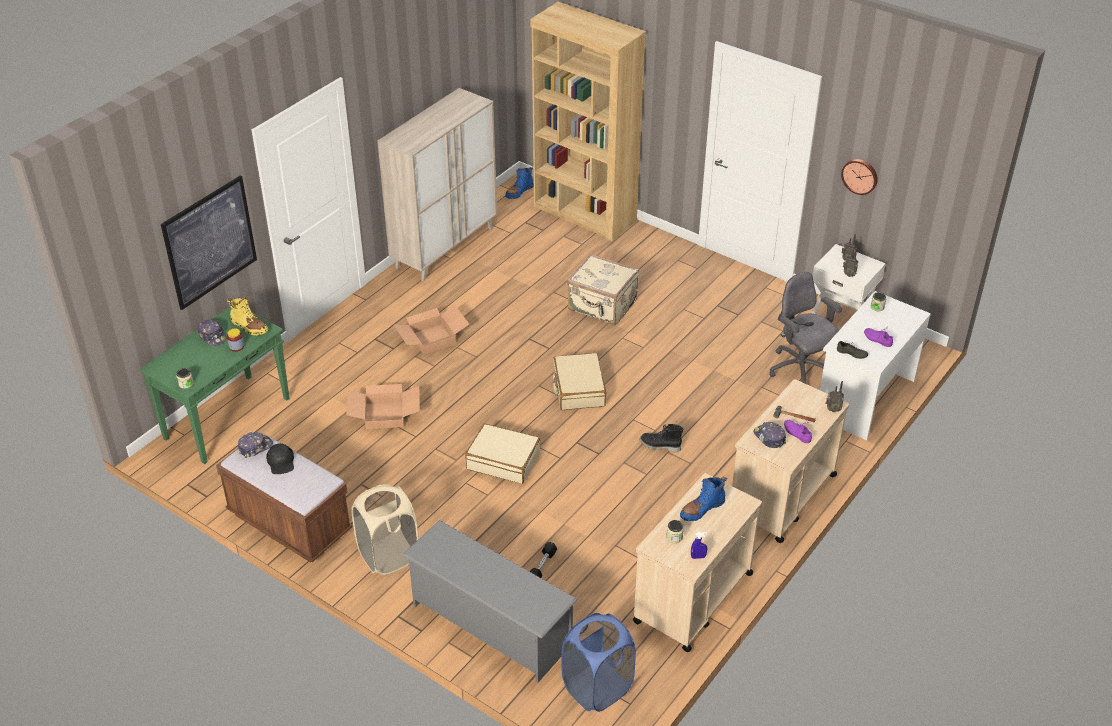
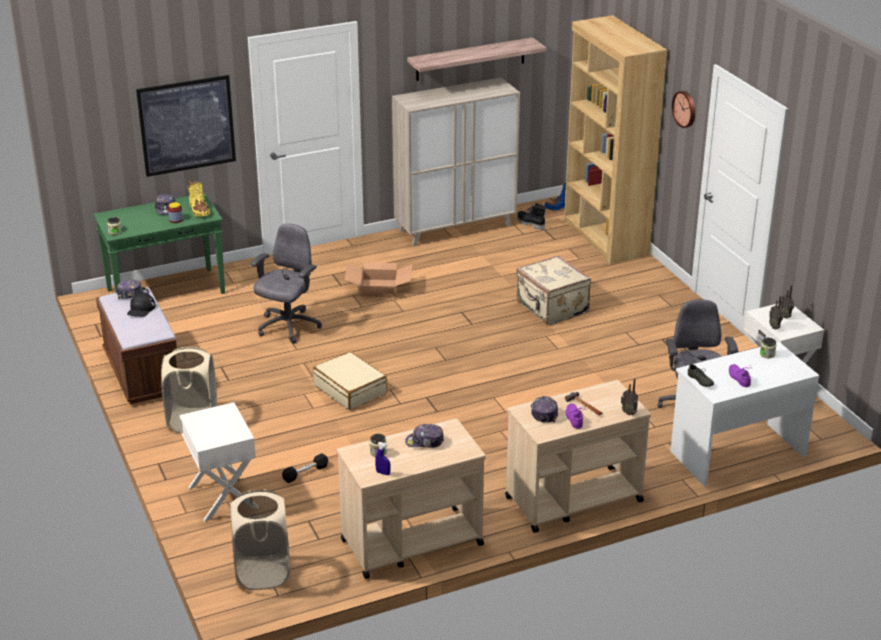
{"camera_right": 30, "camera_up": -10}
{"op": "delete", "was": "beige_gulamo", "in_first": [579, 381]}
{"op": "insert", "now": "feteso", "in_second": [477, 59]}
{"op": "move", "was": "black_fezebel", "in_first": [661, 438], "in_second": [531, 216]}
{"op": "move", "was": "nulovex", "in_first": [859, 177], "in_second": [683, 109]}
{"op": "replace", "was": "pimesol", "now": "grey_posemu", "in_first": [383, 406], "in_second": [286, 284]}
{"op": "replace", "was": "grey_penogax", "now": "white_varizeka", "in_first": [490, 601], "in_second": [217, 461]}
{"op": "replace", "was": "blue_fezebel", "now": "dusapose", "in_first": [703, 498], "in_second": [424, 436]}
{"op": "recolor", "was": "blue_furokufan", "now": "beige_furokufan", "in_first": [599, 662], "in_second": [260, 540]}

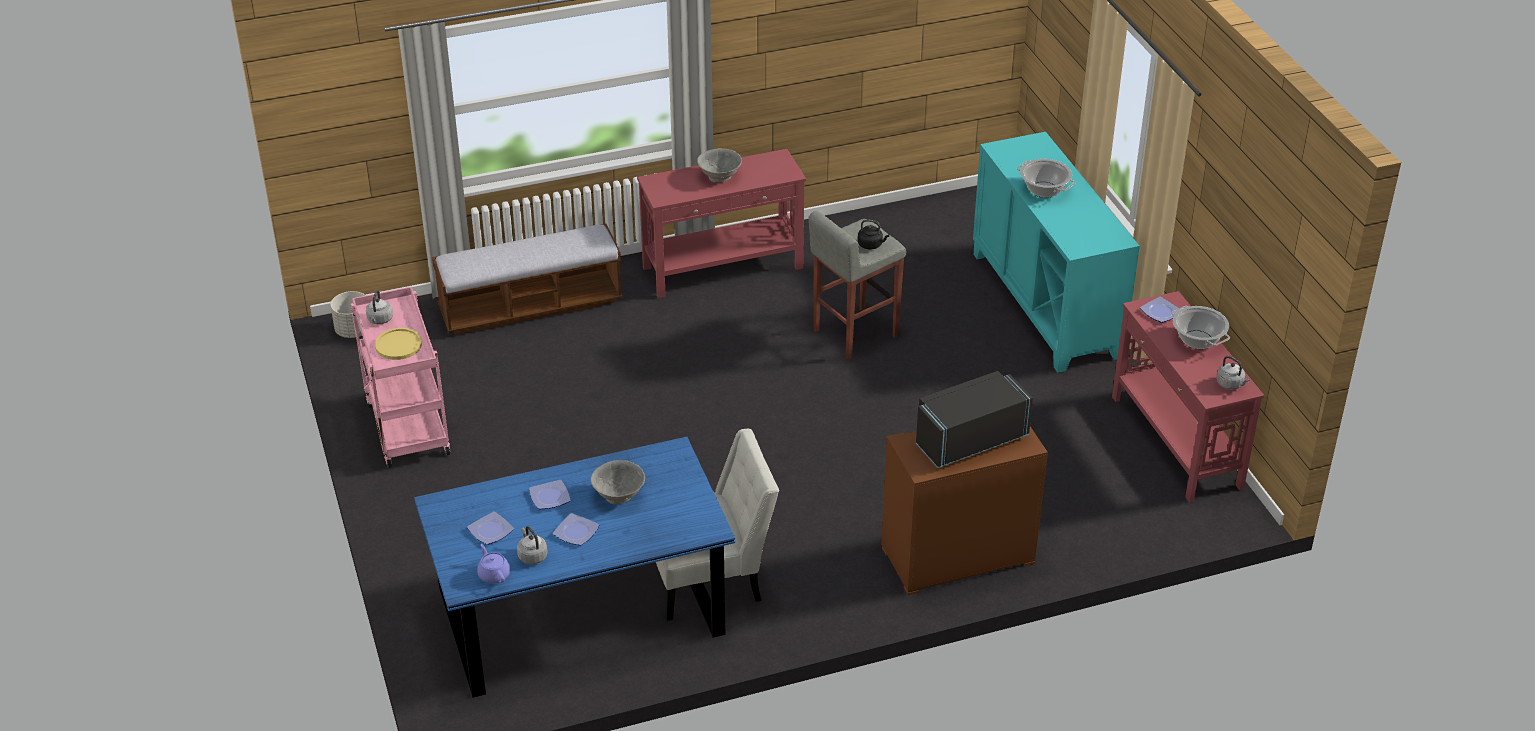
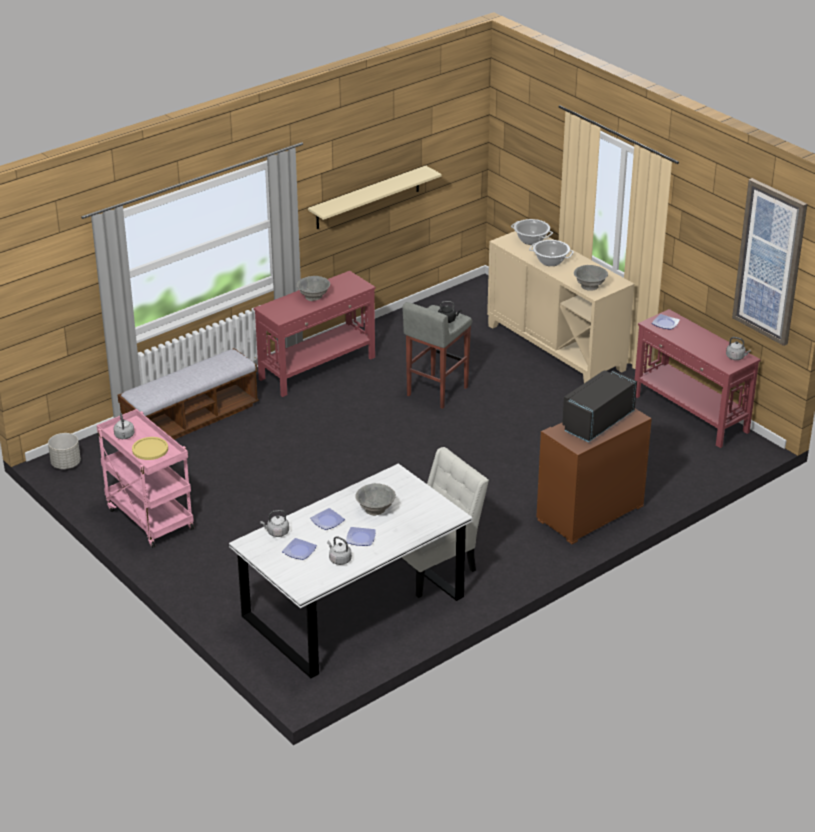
{"camera_right": -20, "camera_up": -5}
{"op": "delete", "was": "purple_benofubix", "in_first": [493, 564]}
{"op": "insert", "now": "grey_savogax", "in_second": [274, 523]}
{"op": "insert", "now": "beige_feteso", "in_second": [375, 197]}
{"op": "insert", "now": "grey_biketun", "in_second": [591, 278]}
{"op": "insert", "now": "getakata", "in_second": [769, 262]}
{"op": "move", "was": "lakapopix", "in_first": [1200, 327], "in_second": [532, 232]}
{"op": "recolor", "was": "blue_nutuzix", "now": "white_nutuzix", "in_first": [574, 567], "in_second": [351, 570]}
{"op": "recolor", "was": "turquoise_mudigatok", "now": "beige_mudigatok", "in_first": [1056, 252], "in_second": [560, 307]}

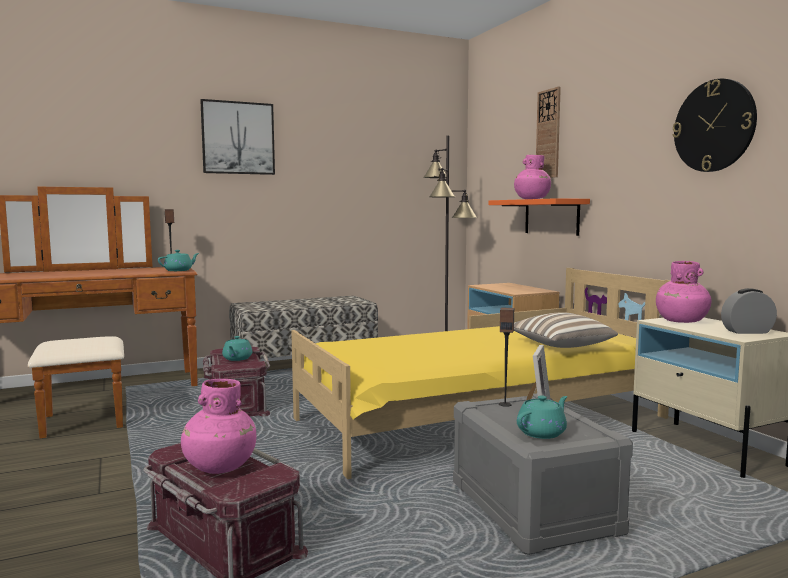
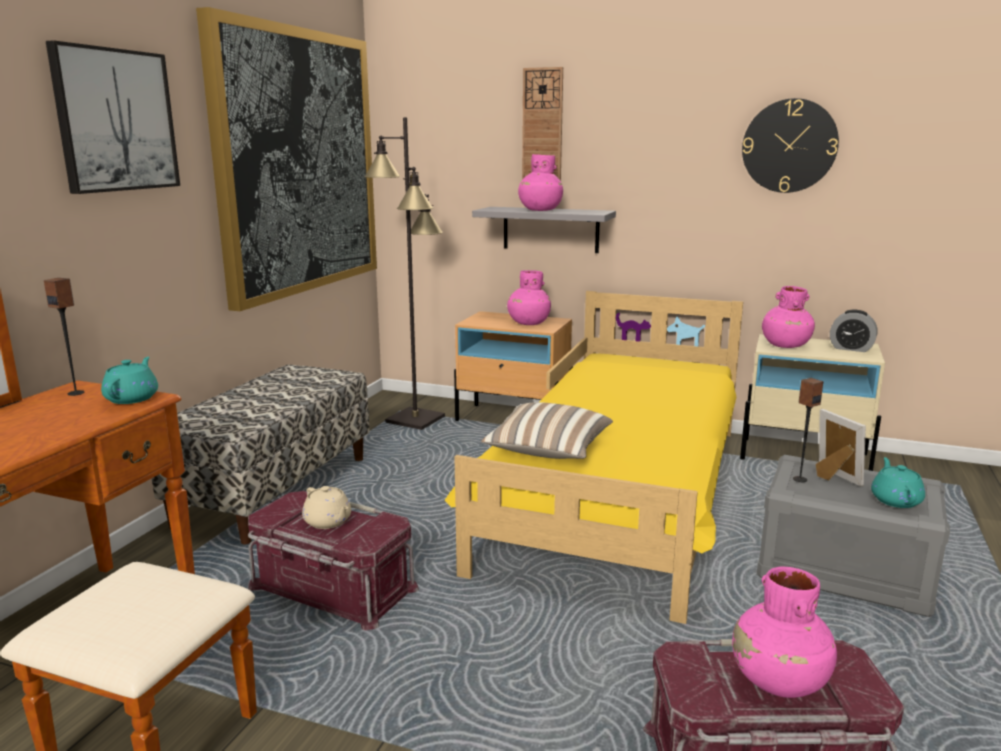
{"camera_right": -45, "camera_up": 10}
{"op": "insert", "now": "getakata", "in_second": [286, 159]}
{"op": "insert", "now": "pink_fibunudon", "in_second": [529, 297]}
{"op": "move", "was": "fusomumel", "in_first": [566, 330], "in_second": [547, 430]}
{"op": "recolor", "was": "turquoise_benofubix", "now": "beige_benofubix", "in_first": [237, 348], "in_second": [326, 507]}
{"op": "recolor", "was": "orange_feteso", "now": "grey_feteso", "in_first": [539, 217], "in_second": [544, 230]}
{"op": "rotate", "was": "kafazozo", "in_first": [749, 311], "in_second": [853, 331], "clockwise": -105}

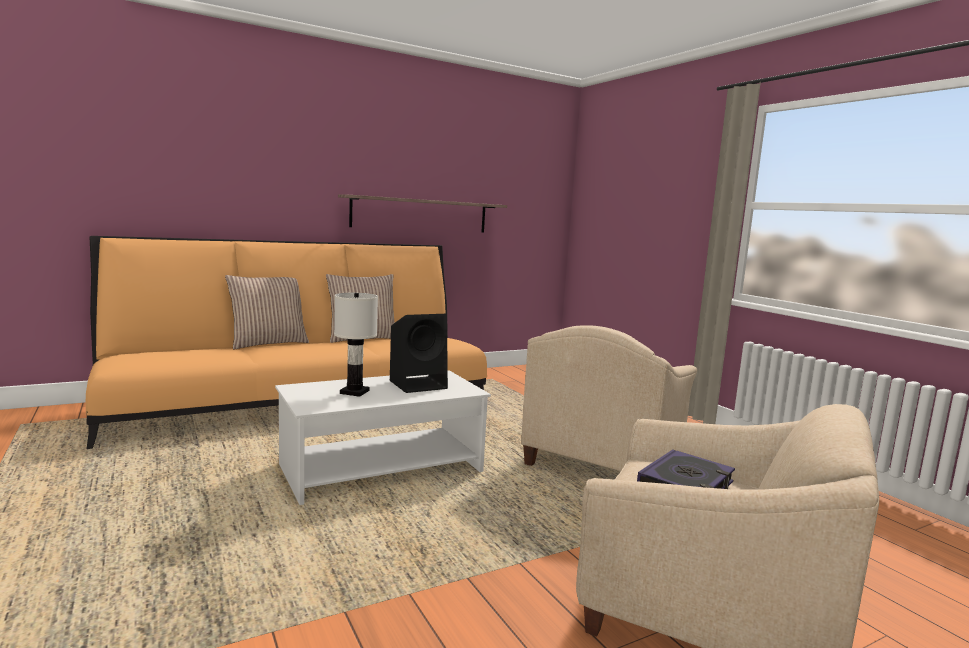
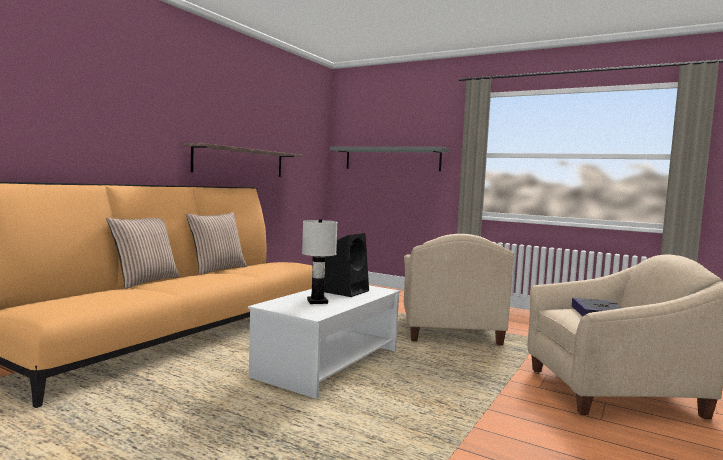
{"camera_right": -30, "camera_up": -5}
{"op": "insert", "now": "grey_feteso", "in_second": [390, 159]}

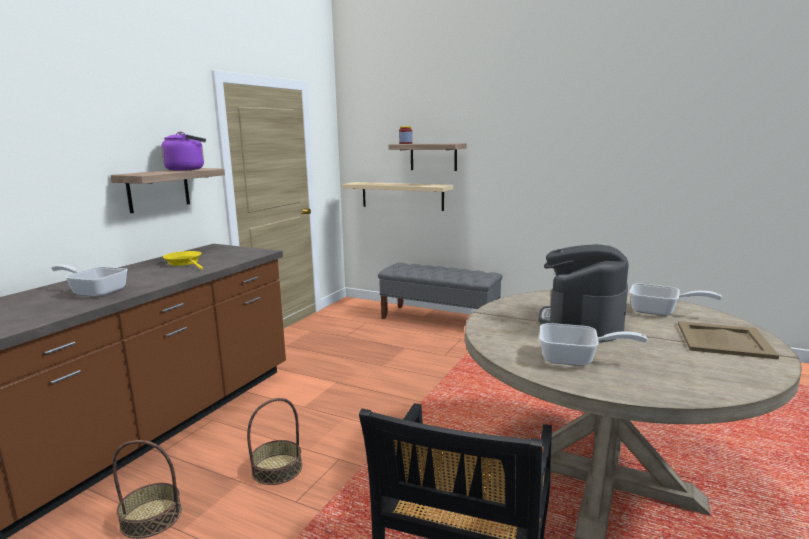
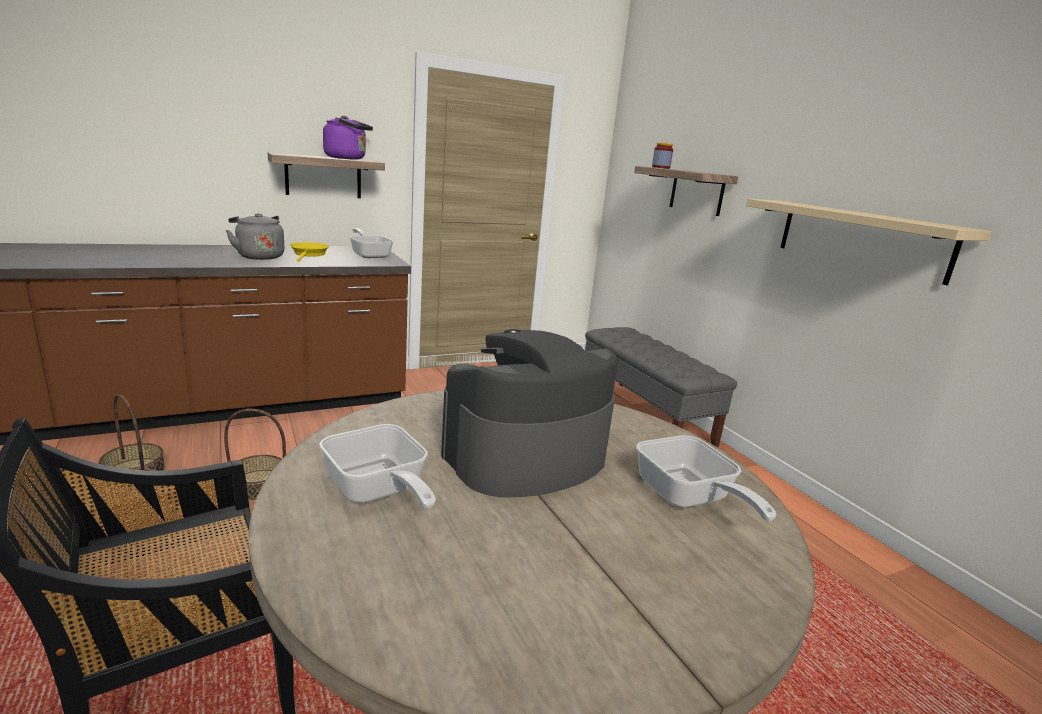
{"camera_right": 35, "camera_up": 5}
{"op": "delete", "was": "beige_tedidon", "in_first": [728, 340]}
{"op": "insert", "now": "grey_savogax", "in_second": [255, 236]}
{"op": "move", "was": "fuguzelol", "in_first": [89, 281], "in_second": [372, 243]}
{"op": "move", "was": "beige_feteso", "in_first": [397, 196], "in_second": [869, 242]}

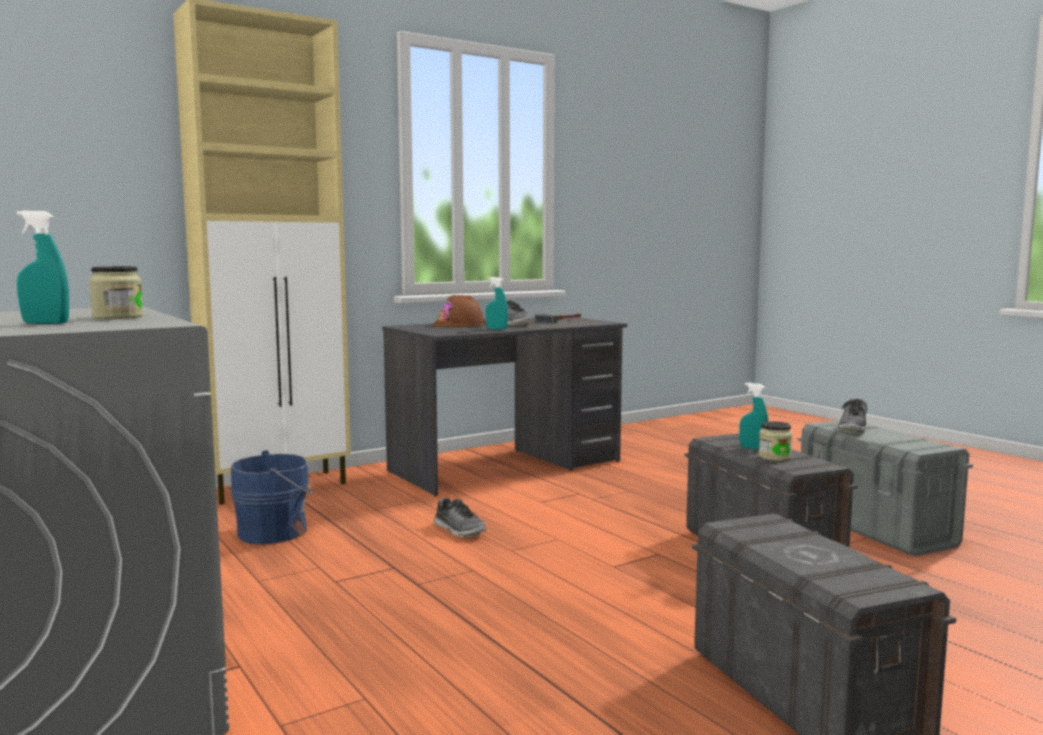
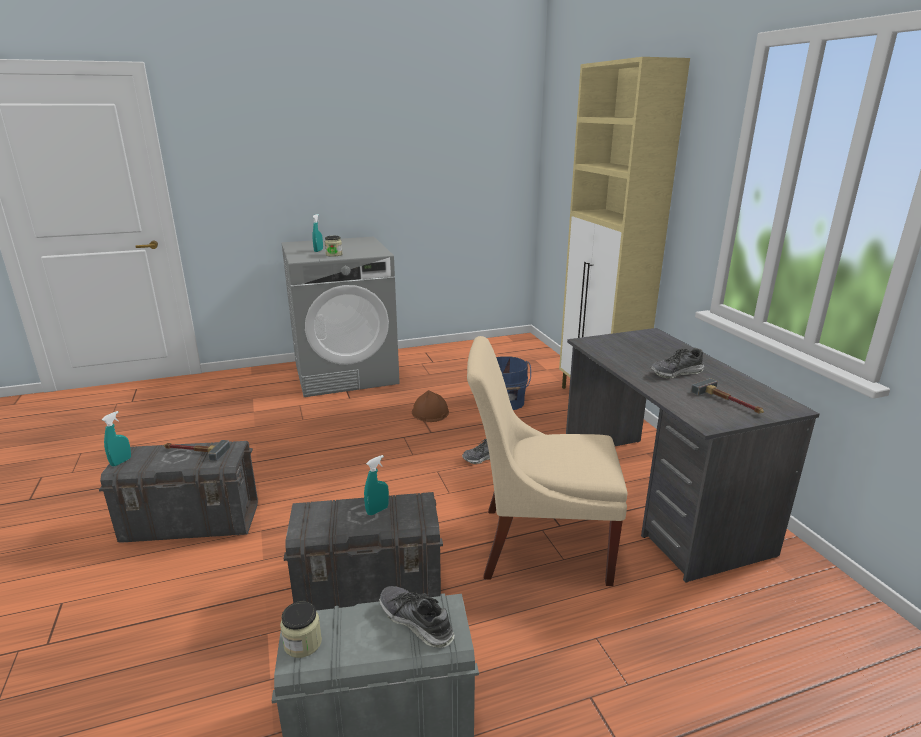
{"camera_right": 105, "camera_up": 15}
{"op": "insert", "now": "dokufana", "in_second": [197, 450]}
{"op": "insert", "now": "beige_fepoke", "in_second": [547, 461]}
{"op": "move", "was": "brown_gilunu", "in_first": [459, 311], "in_second": [430, 406]}
{"op": "move", "was": "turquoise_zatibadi", "in_first": [496, 303], "in_second": [116, 439]}
{"op": "move", "was": "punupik", "in_first": [775, 441], "in_second": [301, 629]}

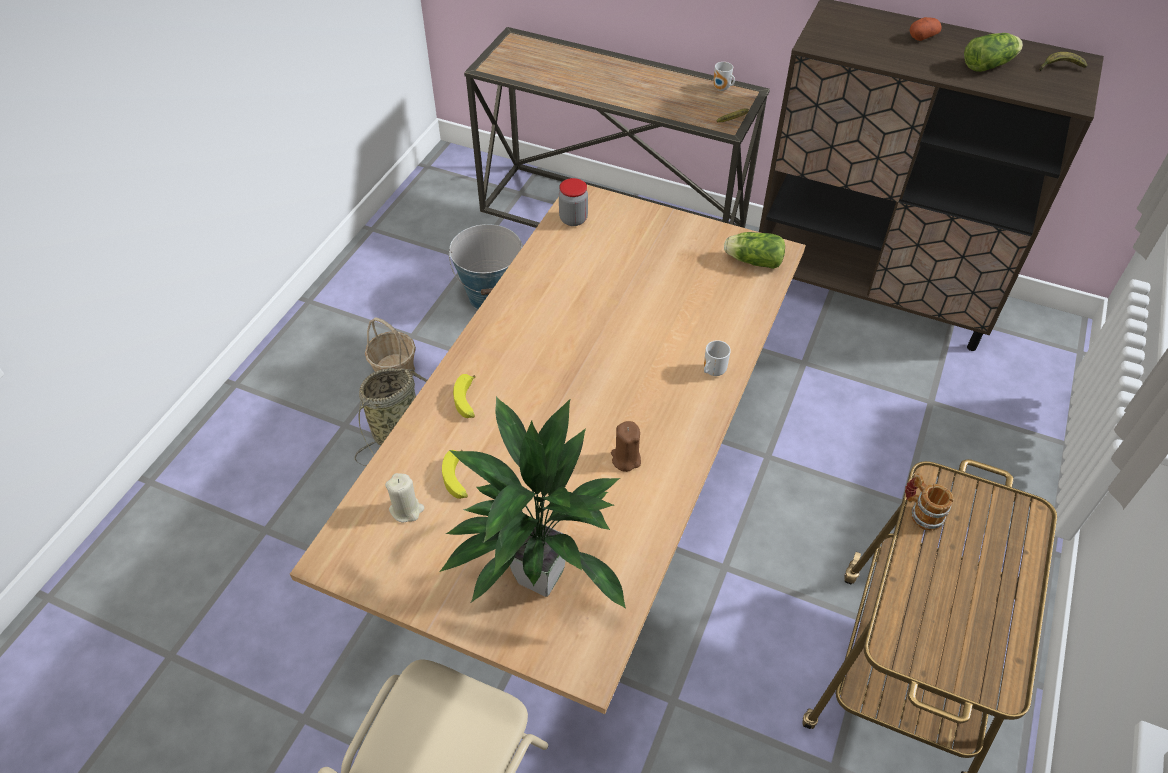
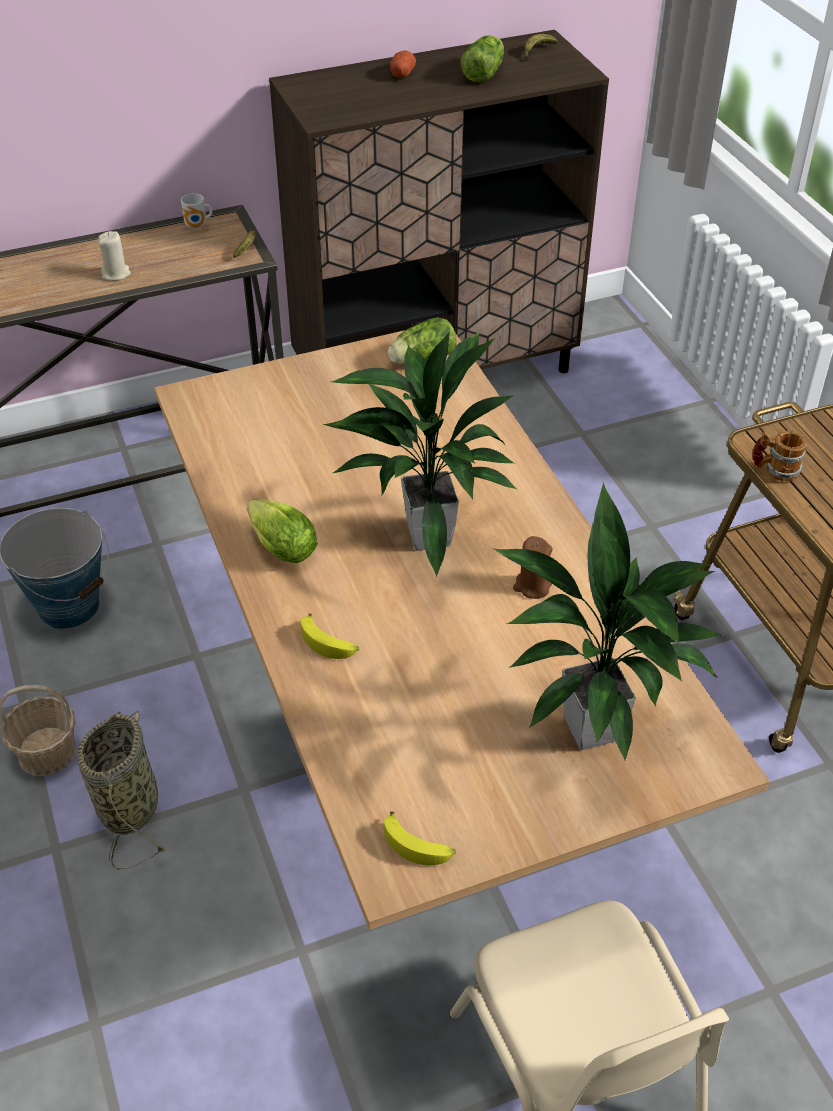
{"camera_right": -45, "camera_up": -5}
{"op": "delete", "was": "punupik", "in_first": [573, 202]}
{"op": "delete", "was": "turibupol", "in_first": [717, 358]}
{"op": "insert", "now": "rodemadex", "in_second": [282, 531]}
{"op": "insert", "now": "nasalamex", "in_second": [420, 454]}
{"op": "move", "was": "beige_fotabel", "in_first": [404, 498], "in_second": [114, 256]}
{"op": "move", "was": "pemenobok", "in_first": [455, 474], "in_second": [420, 838]}

